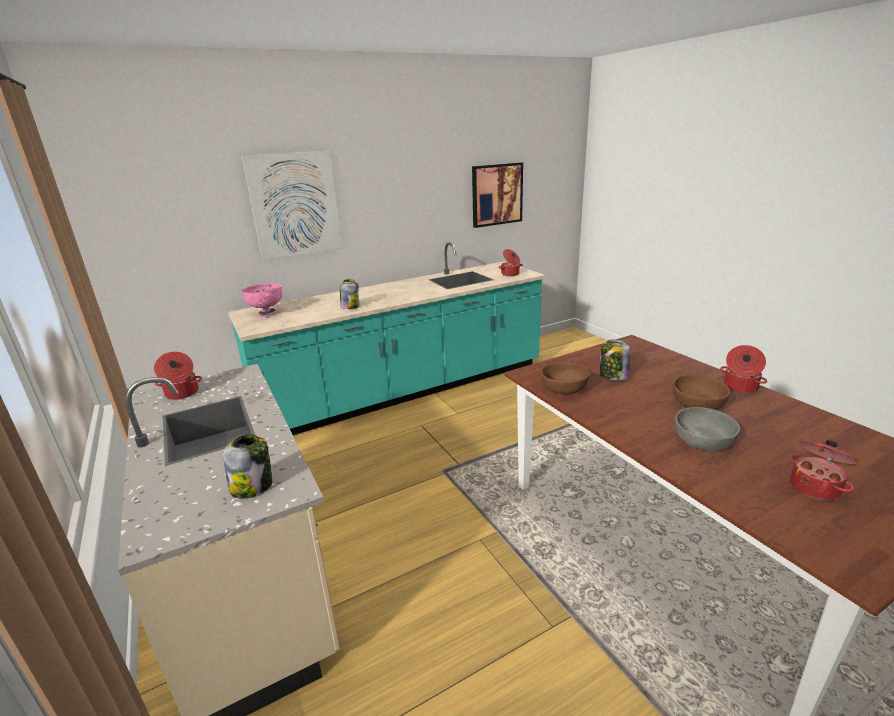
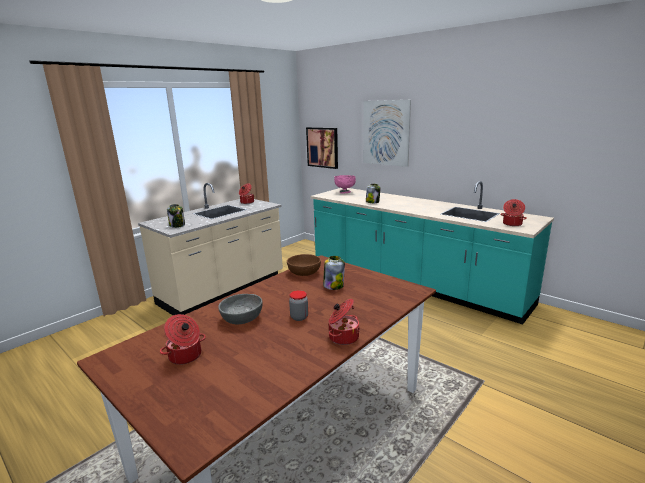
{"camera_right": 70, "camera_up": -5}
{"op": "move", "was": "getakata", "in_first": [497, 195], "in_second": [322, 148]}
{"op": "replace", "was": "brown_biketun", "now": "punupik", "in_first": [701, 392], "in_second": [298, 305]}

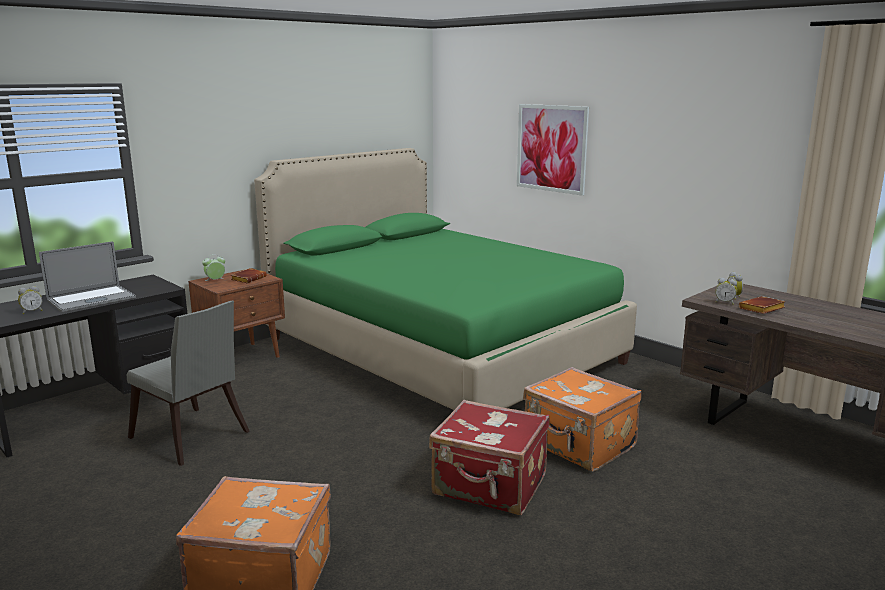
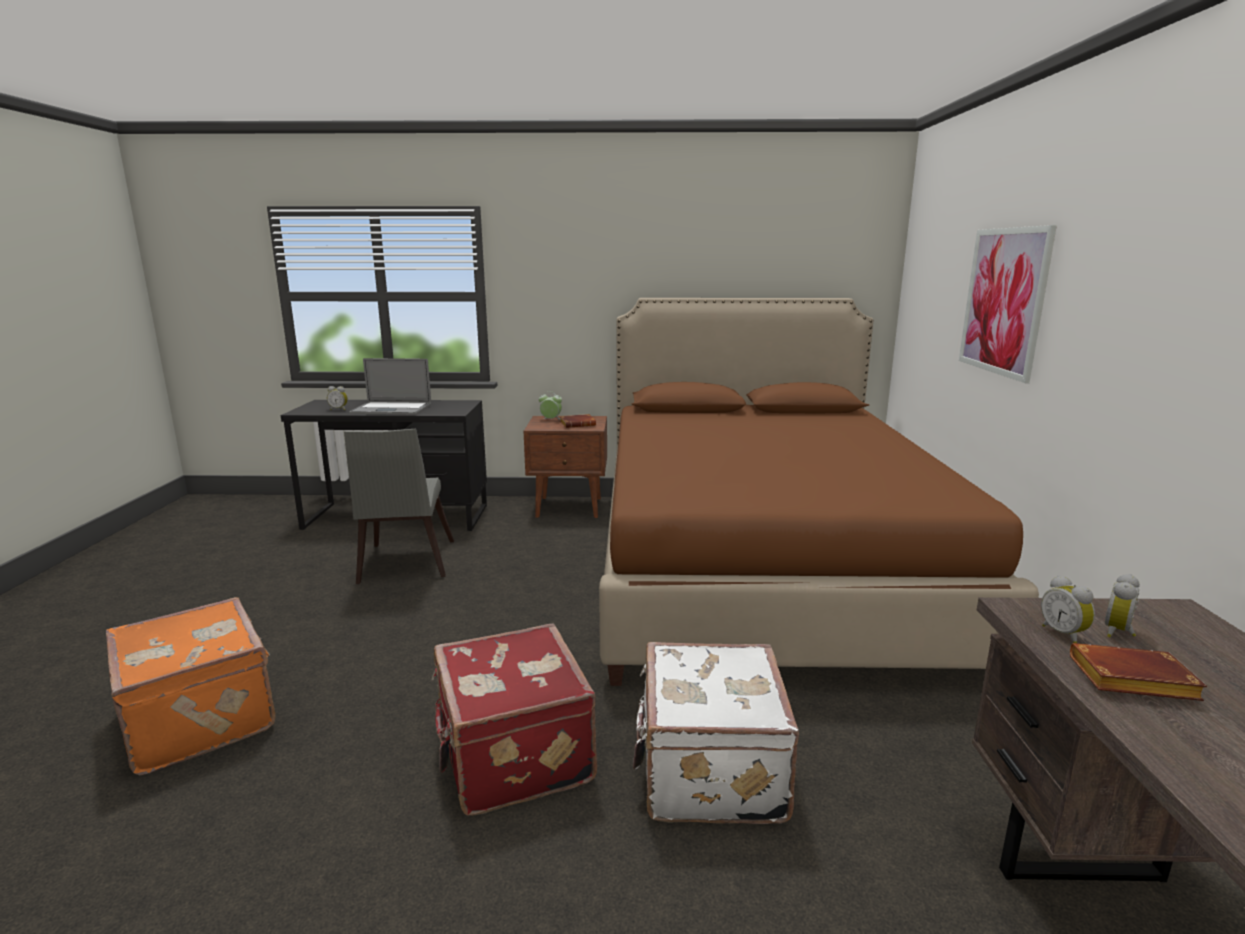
{"camera_right": 45, "camera_up": 0}
{"op": "recolor", "was": "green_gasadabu", "now": "brown_gasadabu", "in_first": [445, 279], "in_second": [819, 492]}
{"op": "recolor", "was": "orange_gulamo", "now": "white_gulamo", "in_first": [582, 419], "in_second": [716, 733]}

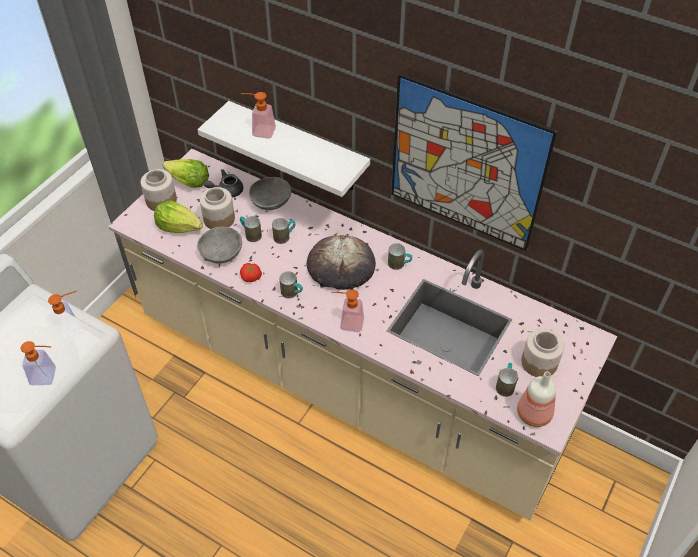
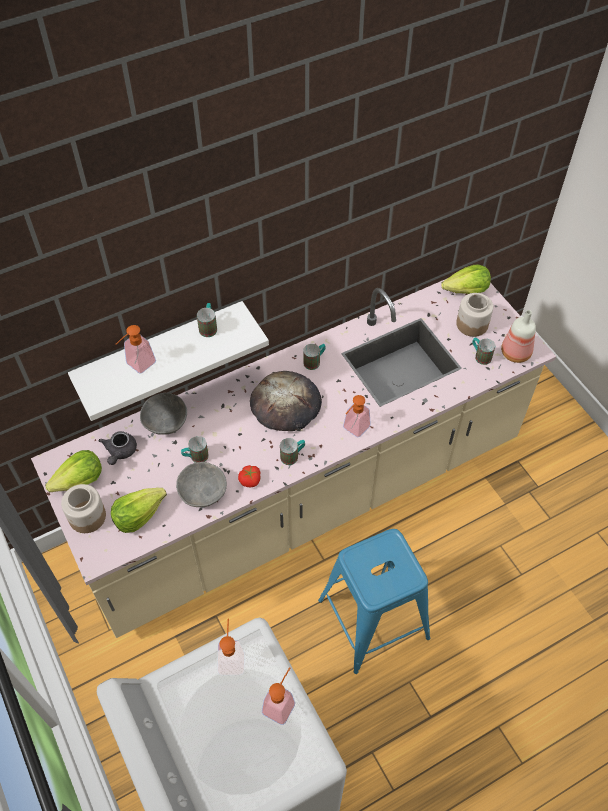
{"camera_right": -60, "camera_up": 5}
{"op": "delete", "was": "punupik", "in_first": [217, 208]}
{"op": "delete", "was": "getakata", "in_first": [474, 162]}
{"op": "insert", "now": "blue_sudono", "in_second": [374, 601]}
{"op": "insert", "now": "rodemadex", "in_second": [466, 279]}
{"op": "move", "was": "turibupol", "in_first": [284, 231], "in_second": [207, 320]}

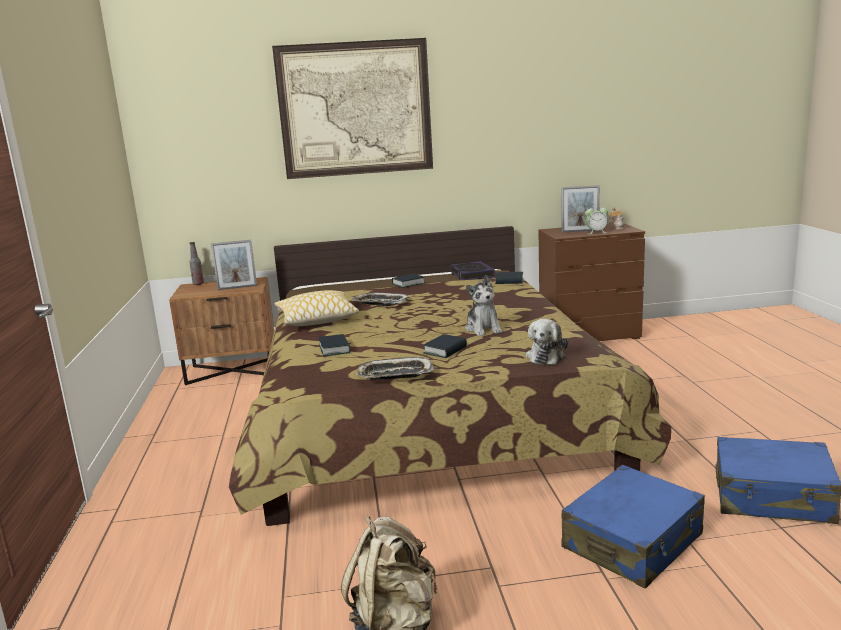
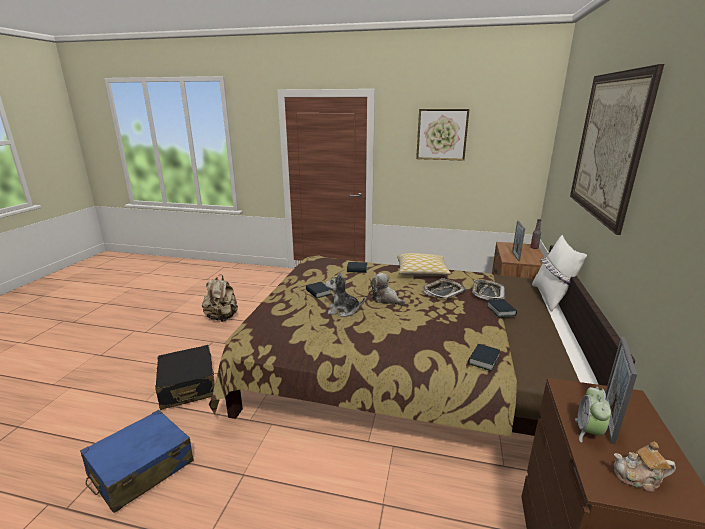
{"camera_right": 110, "camera_up": 5}
{"op": "delete", "was": "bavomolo", "in_first": [472, 270]}
{"op": "insert", "now": "getakata", "in_second": [442, 135]}
{"op": "insert", "now": "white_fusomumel", "in_second": [559, 273]}
{"op": "move", "was": "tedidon", "in_first": [395, 368], "in_second": [488, 290]}
{"op": "move", "was": "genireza", "in_first": [547, 342], "in_second": [388, 289]}
{"op": "recolor", "was": "blue_gulamo", "now": "black_gulamo", "in_first": [633, 527], "in_second": [185, 377]}

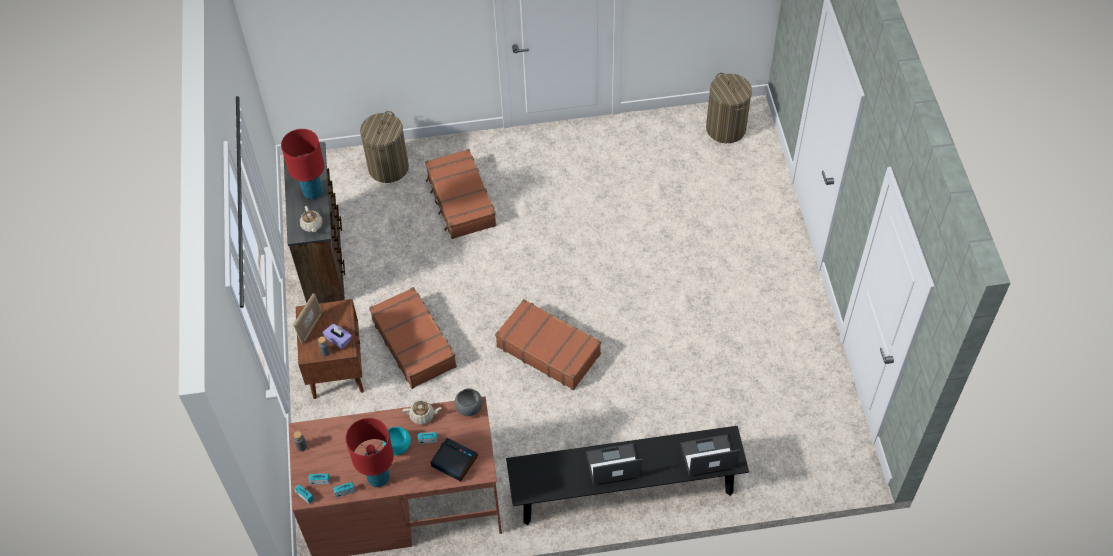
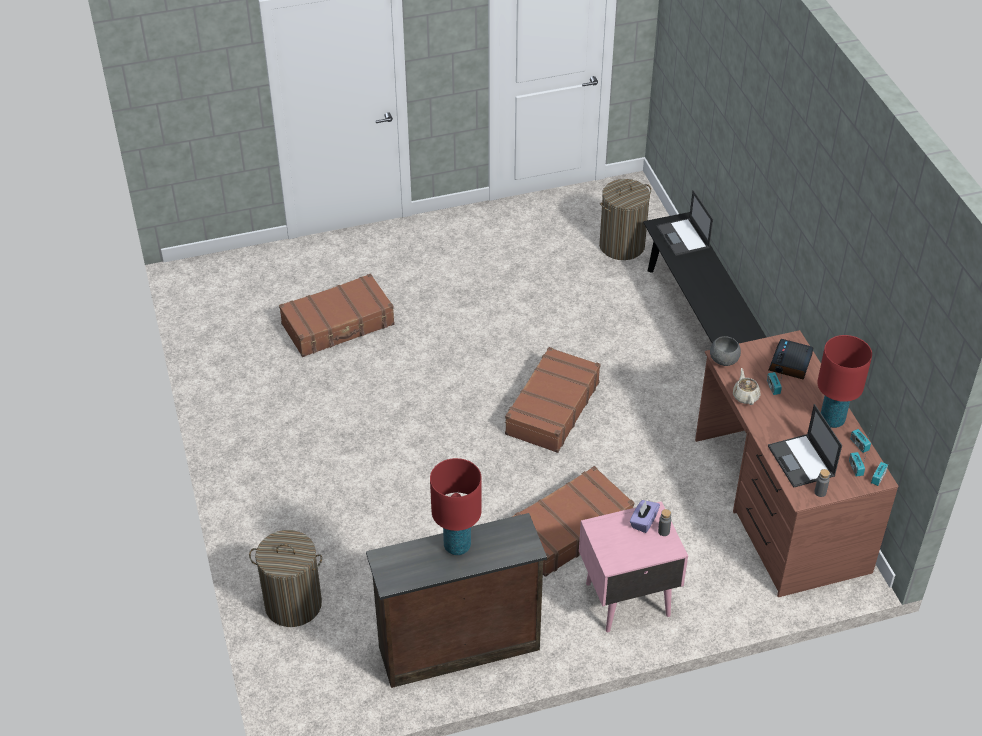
{"camera_right": -100, "camera_up": -10}
{"op": "delete", "was": "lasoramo", "in_first": [307, 318]}
{"op": "delete", "was": "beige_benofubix", "in_first": [311, 219]}
{"op": "delete", "was": "turquoise_biketun", "in_first": [397, 441]}
{"op": "move", "was": "brown_gulamo", "in_first": [461, 194], "in_second": [337, 315]}
{"op": "move", "was": "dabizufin", "in_first": [614, 464], "in_second": [805, 446]}
{"op": "move", "was": "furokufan", "in_first": [729, 108], "in_second": [625, 219]}
{"op": "recolor", "was": "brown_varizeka", "now": "pink_varizeka", "in_first": [330, 349], "in_second": [633, 566]}

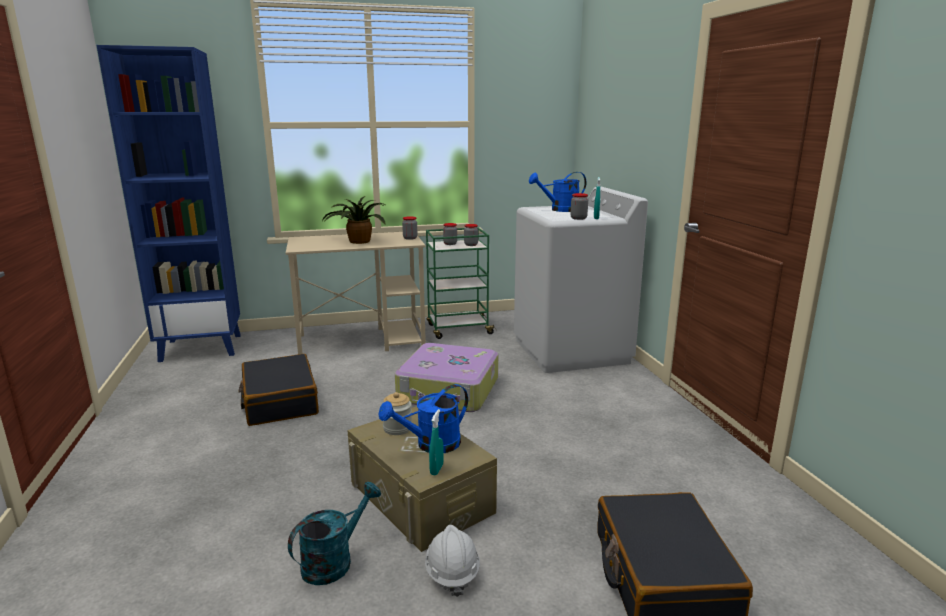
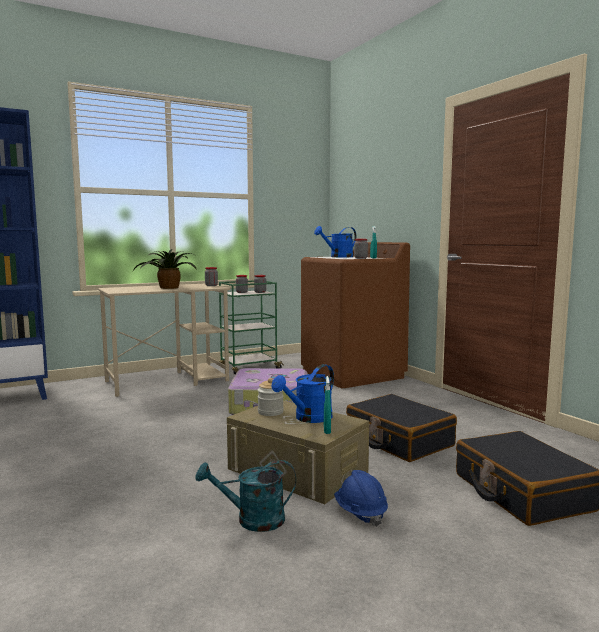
{"camera_right": -15, "camera_up": -10}
{"op": "move", "was": "black_gulamo", "in_first": [279, 390], "in_second": [401, 428]}
{"op": "recolor", "was": "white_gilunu", "now": "blue_gilunu", "in_first": [452, 561], "in_second": [361, 498]}
{"op": "recolor", "was": "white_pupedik", "now": "brown_pupedik", "in_first": [581, 280], "in_second": [355, 315]}
{"op": "rotate", "was": "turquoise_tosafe", "in_first": [334, 533], "in_second": [245, 496], "clockwise": -120}

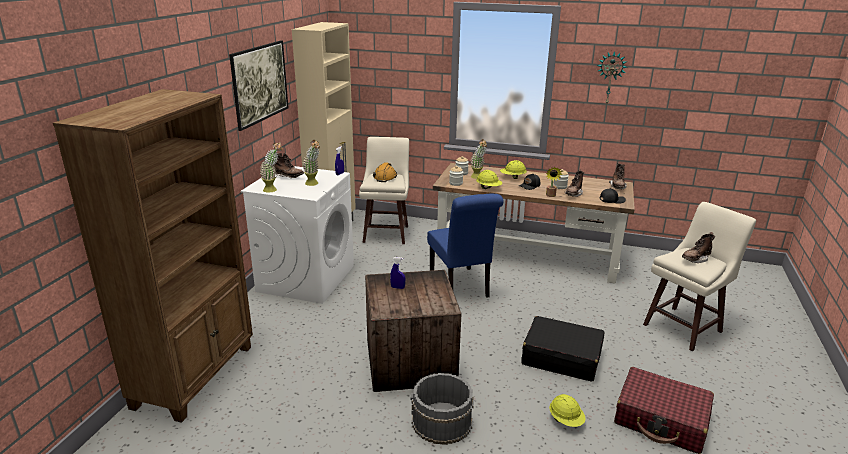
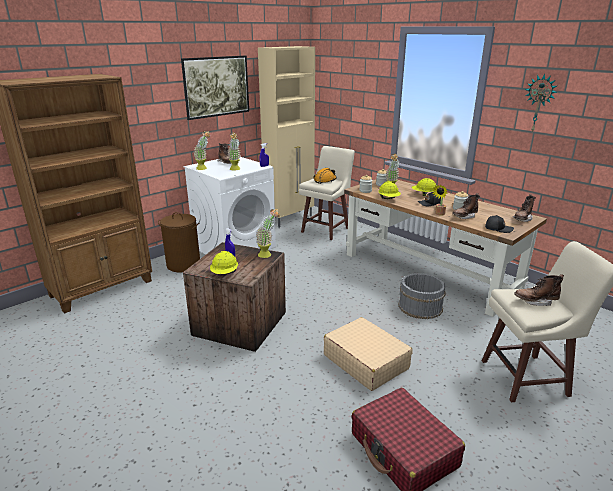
{"camera_right": 30, "camera_up": 0}
{"op": "delete", "was": "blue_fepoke", "in_first": [465, 246]}
{"op": "insert", "now": "brown_furokufan", "in_second": [179, 242]}
{"op": "insert", "now": "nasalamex", "in_second": [268, 233]}
{"op": "move", "was": "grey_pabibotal", "in_first": [442, 409], "in_second": [422, 296]}
{"op": "move", "was": "yellow_gilunu", "in_first": [567, 410], "in_second": [224, 262]}
{"op": "recolor", "was": "black_gulamo", "now": "beige_gulamo", "in_first": [562, 349], "in_second": [368, 354]}

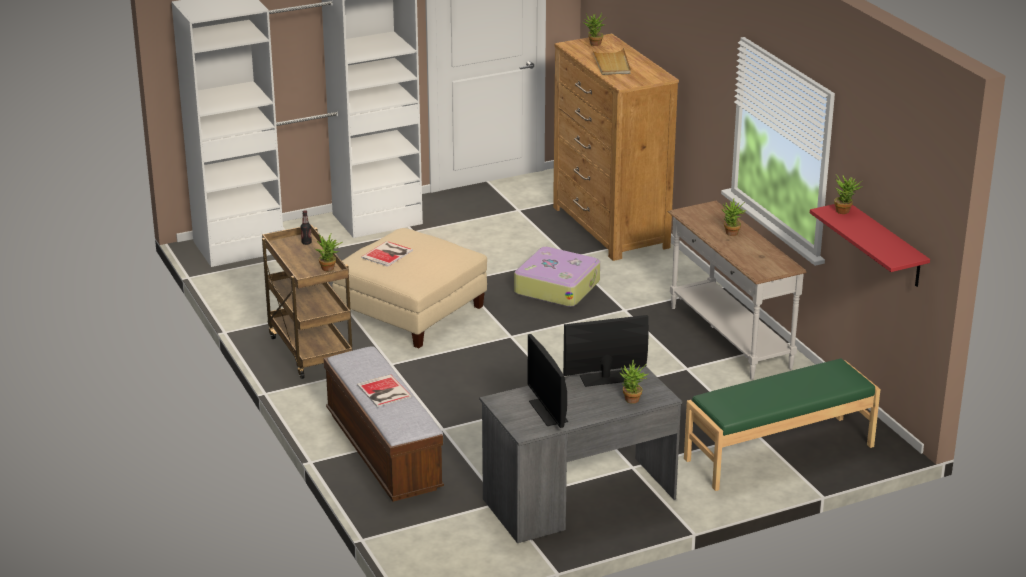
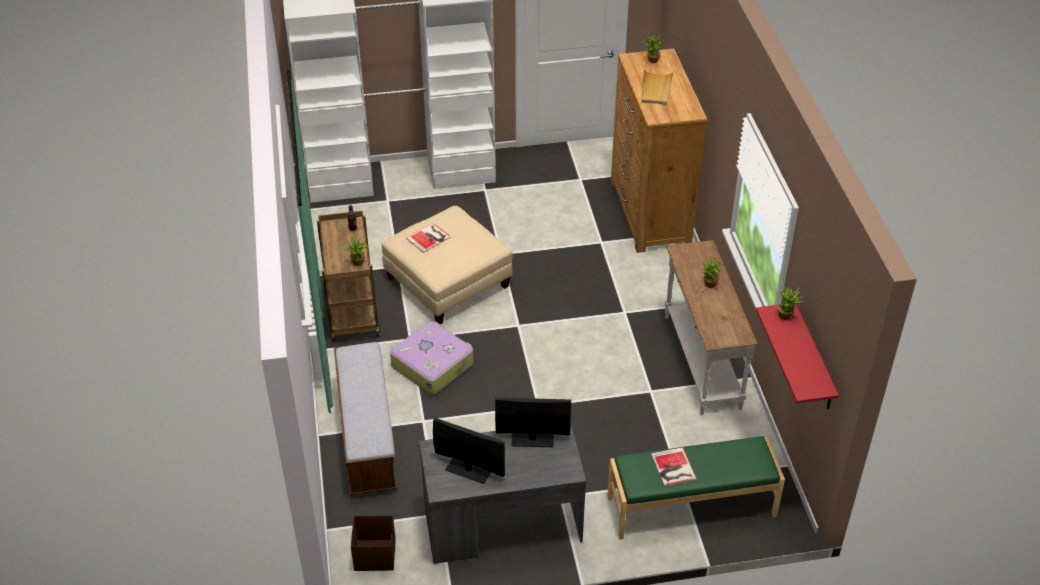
{"camera_right": 15, "camera_up": 15}
{"op": "delete", "was": "nasalamex", "in_first": [633, 382]}
{"op": "insert", "now": "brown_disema", "in_second": [373, 543]}
{"op": "move", "was": "bavomolo", "in_first": [384, 390], "in_second": [674, 466]}
{"op": "move", "was": "gulamo", "in_first": [557, 277], "in_second": [432, 357]}
{"op": "rotate", "was": "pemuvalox", "in_first": [548, 381], "in_second": [469, 450], "clockwise": 120}

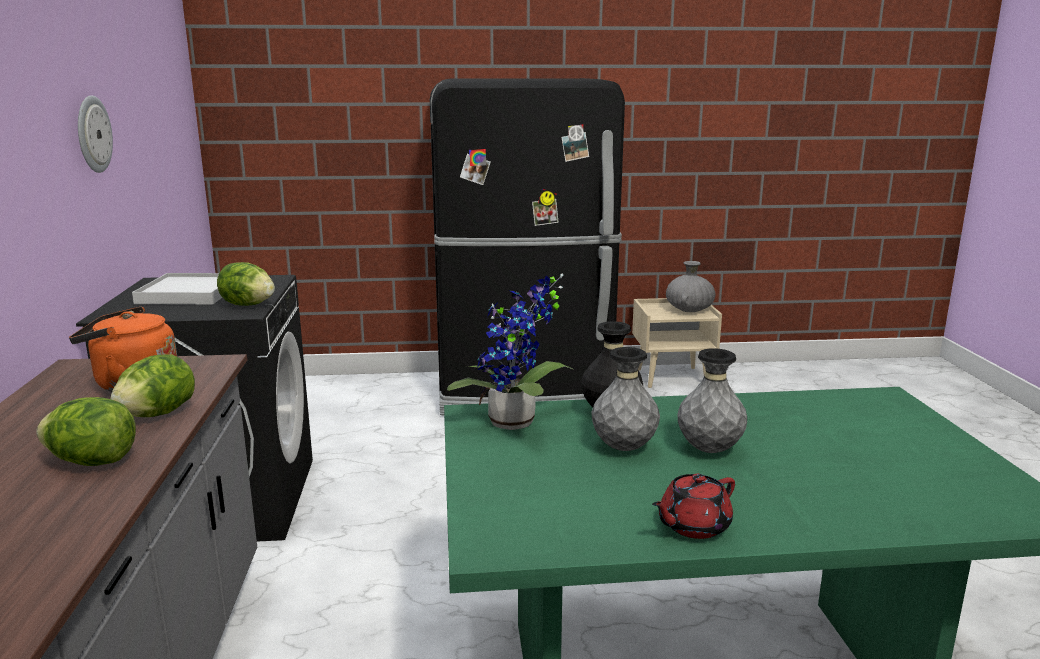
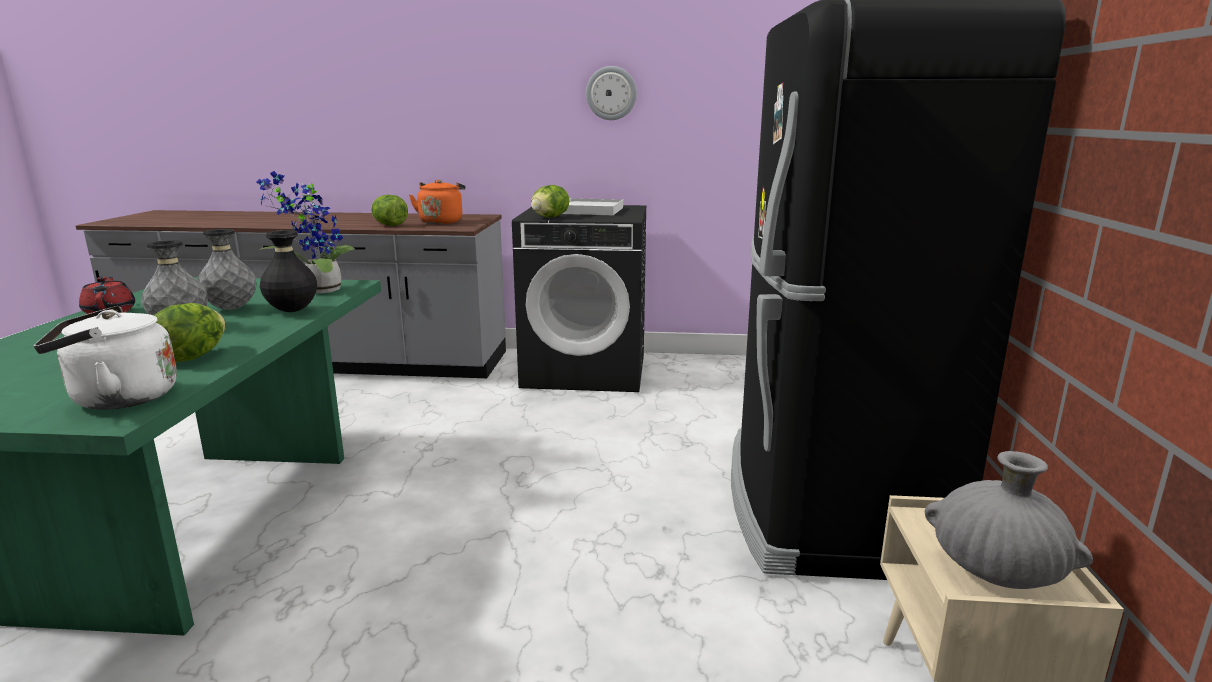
{"camera_right": 100, "camera_up": 0}
{"op": "insert", "now": "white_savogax", "in_second": [105, 358]}
{"op": "move", "was": "rodemadex", "in_first": [86, 431], "in_second": [189, 332]}

